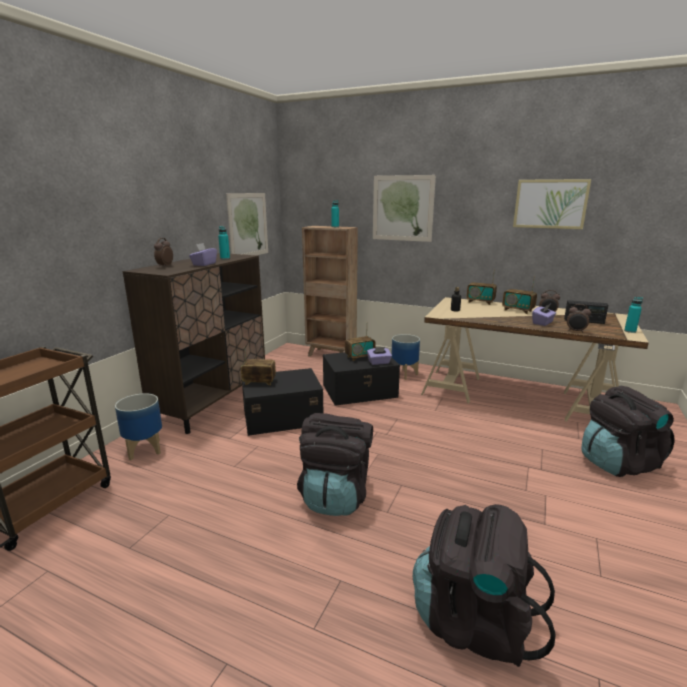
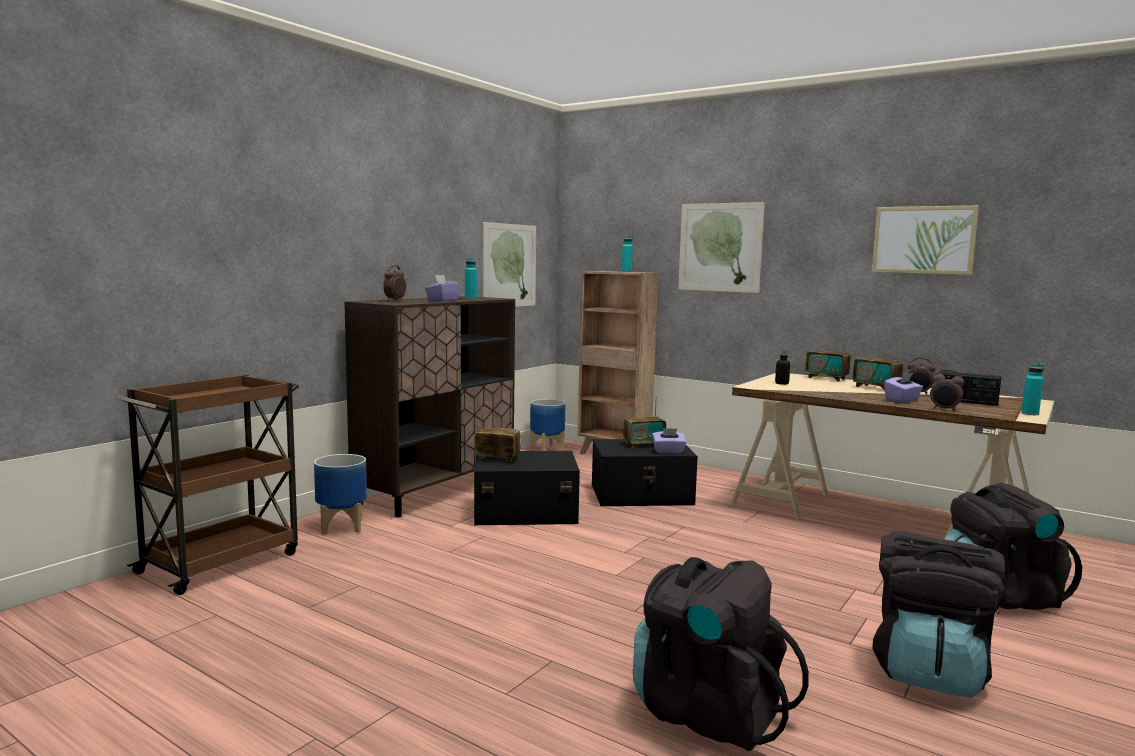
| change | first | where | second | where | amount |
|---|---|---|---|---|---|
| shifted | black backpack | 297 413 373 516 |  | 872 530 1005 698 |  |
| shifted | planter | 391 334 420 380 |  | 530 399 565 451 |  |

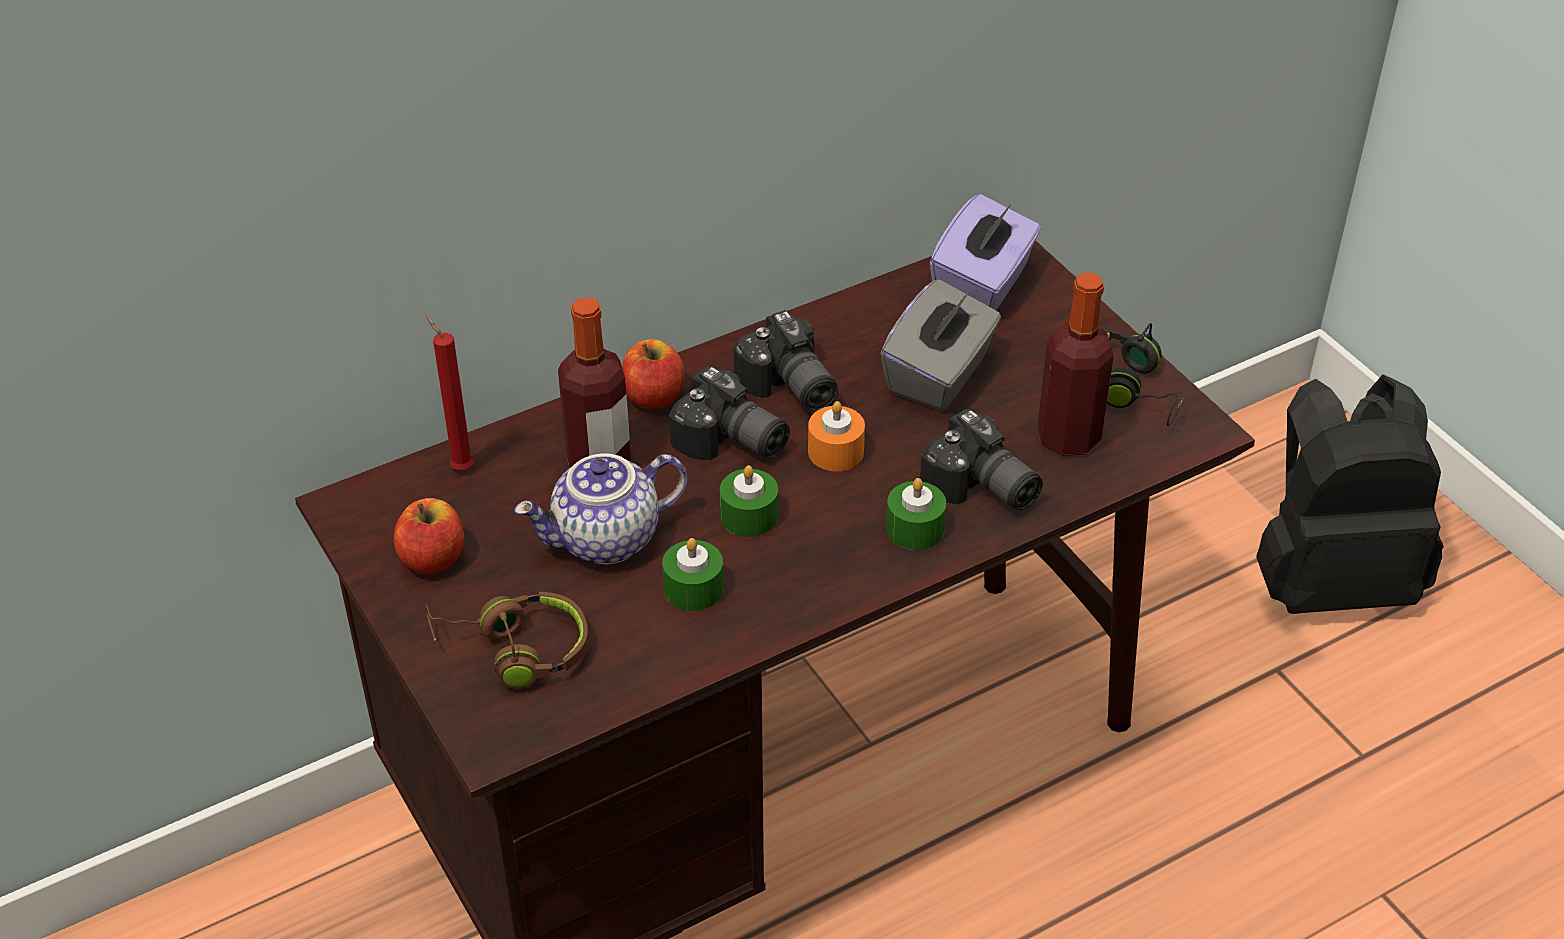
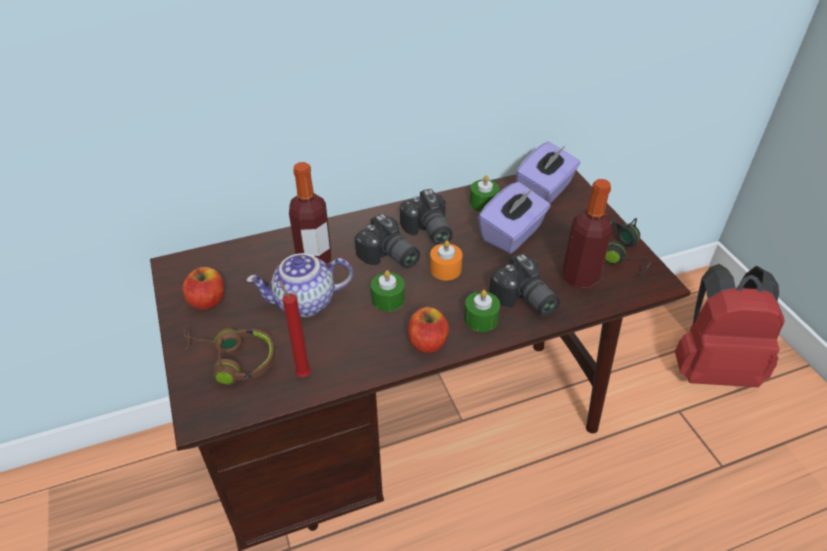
| change | first | where | second | where | amount |
|---|---|---|---|---|---|
| shifted | red candle | 426 315 474 470 |  | 279 280 311 377 |  |
| shifted | apple | 622 339 685 409 |  | 407 307 449 353 |  |
| shifted | green candle | 662 538 724 611 |  | 470 175 500 212 |  |
| repainted | grey tissue box | 880 279 1001 411 | purple tissue box | 478 182 551 254 |  |
| repainted | black backpack | 1256 374 1444 614 | red backpack | 675 264 785 387 |  |

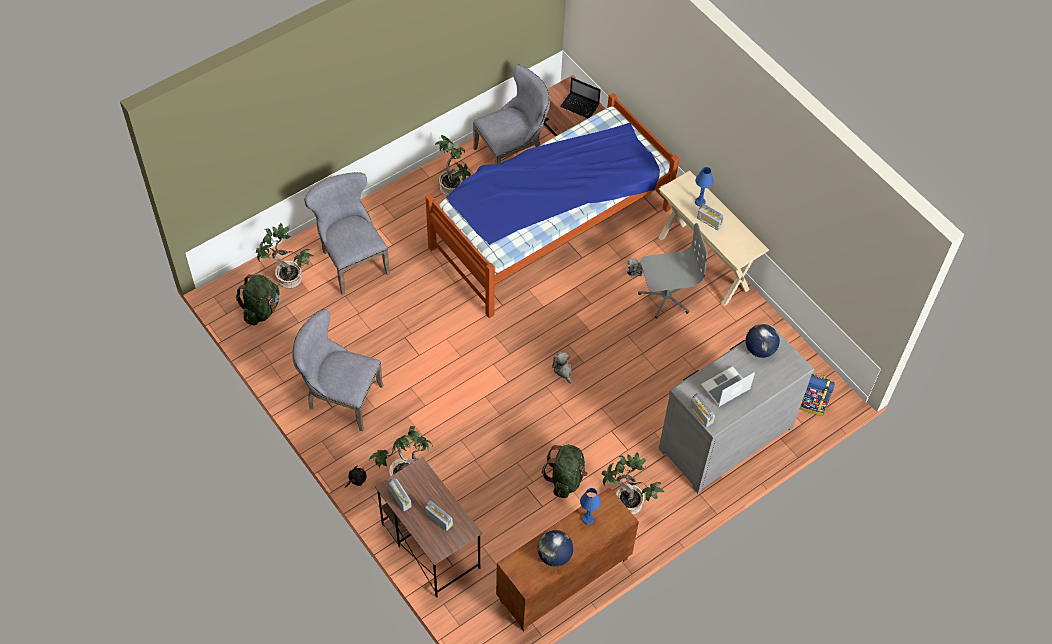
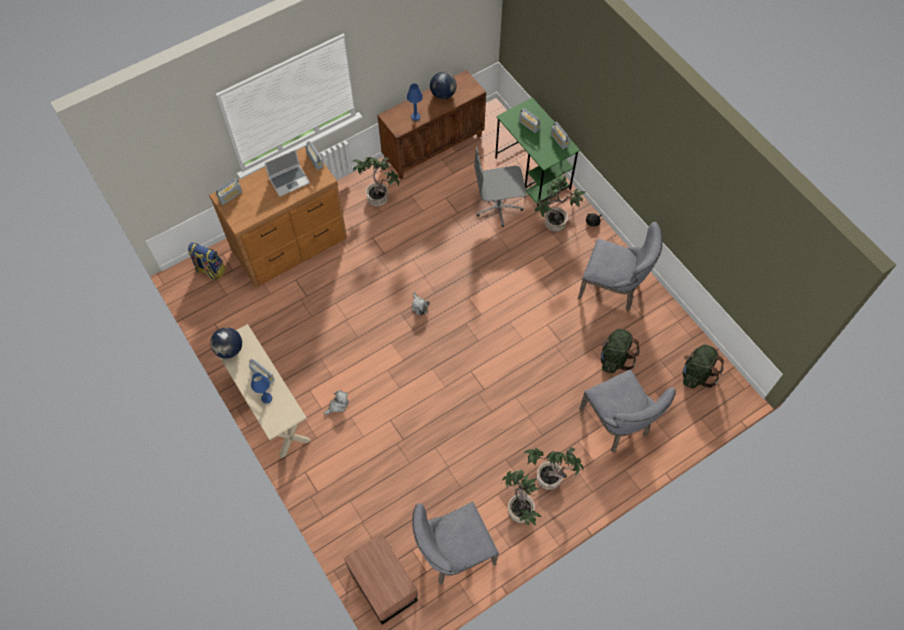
| change | first | where | second | where | amount |
|---|---|---|---|---|---|
| shifted | potted plant | 256 223 313 289 |  | 523 447 583 490 |  |
| repainted | brown desk | 375 457 482 598 | green desk | 495 98 580 207 |  |
| gone | bed | 426 93 680 318 |  |  |  |
| shifted | green backpack | 541 445 588 498 |  | 600 329 640 374 |  |
| gone | laptop | 560 77 600 118 |  |  |  |
| shifted | grey office chair | 638 223 708 319 |  | 474 147 527 227 |  |
| repainted | grey dresser | 659 325 814 493 | brown dresser | 209 147 347 288 |  |
| shifted | globe | 745 324 780 358 |  | 210 327 242 359 |  |
| new |  |  | radio | 216 178 242 205 |  |

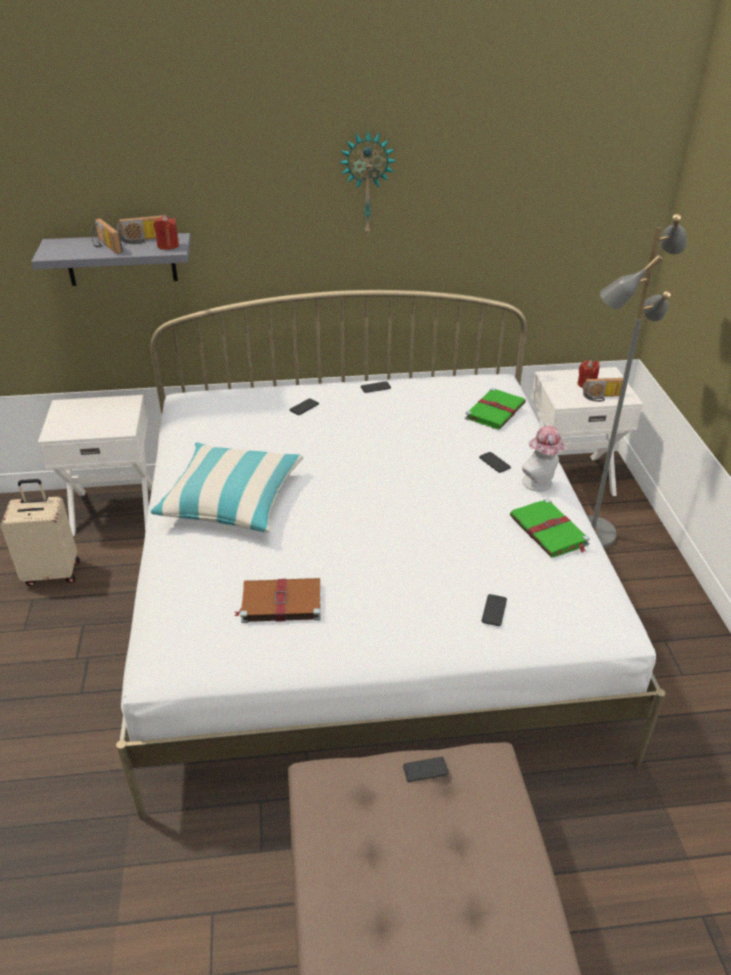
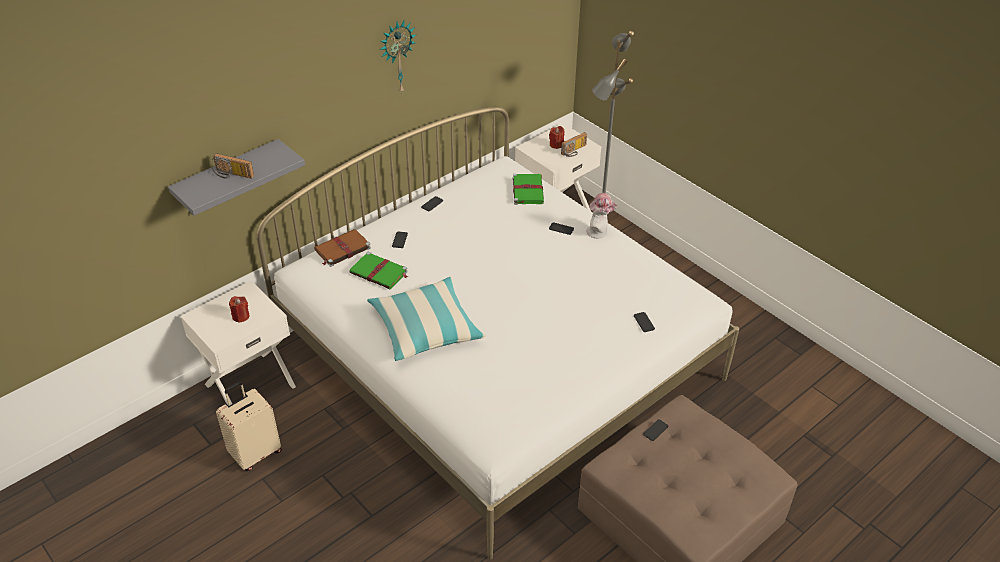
| change | first | where | second | where | amount |
|---|---|---|---|---|---|
| gone | radio | 117 215 164 244 |  |  |  |
| shifted | red candle | 154 215 179 250 |  | 229 296 250 323 |  |
| shifted | brown book | 234 578 321 623 |  | 314 229 371 267 |  |
| shifted | green book | 510 498 590 557 |  | 349 252 408 289 |  |

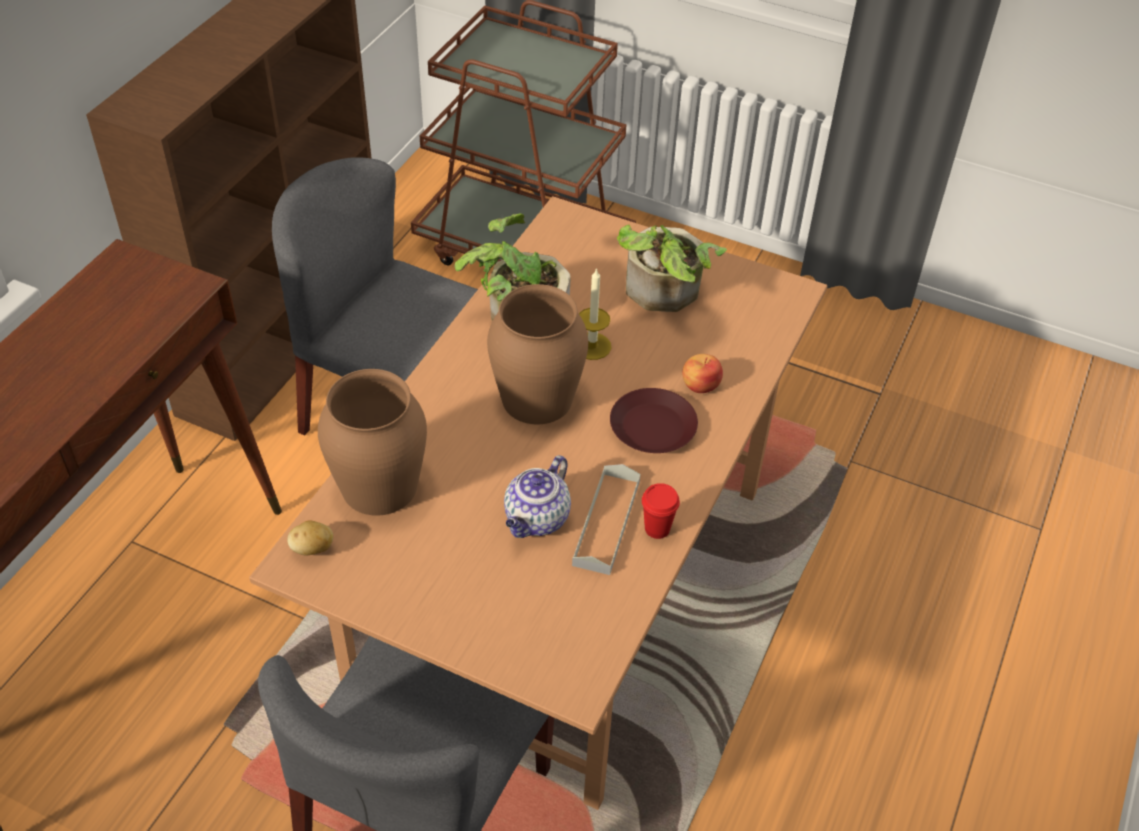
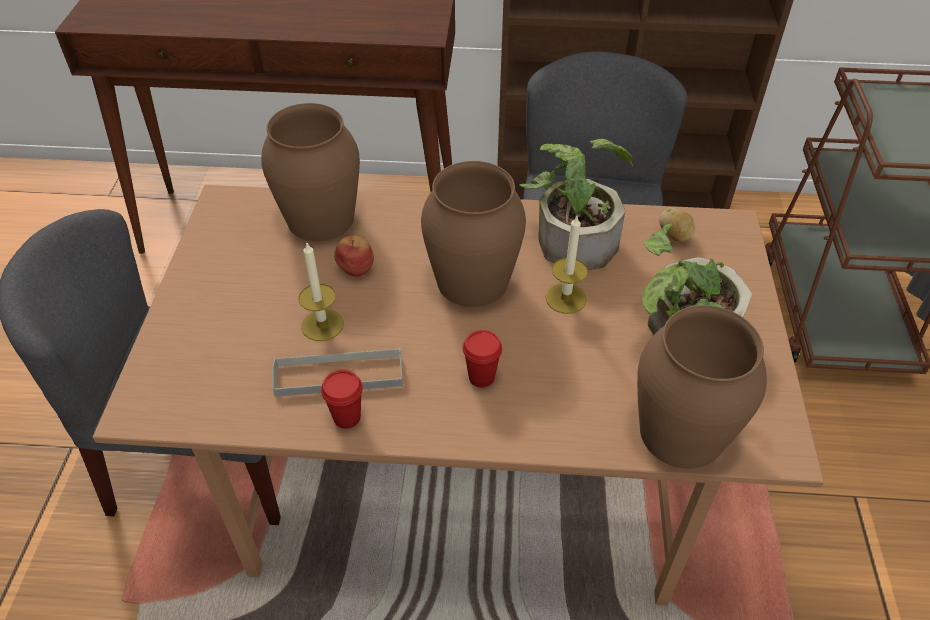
| change | first | where | second | where | amount |
|---|---|---|---|---|---|
| shifted | potato | 287 520 333 555 |  | 659 207 695 242 |  |
| swapped | teapot | 504 455 571 538 | candle | 298 241 344 341 |  |
| swapped | brown plate | 610 388 698 453 | red cup | 463 330 502 387 |  |
| shifted | apple | 682 354 723 393 |  | 334 235 374 277 |  |
| new |  |  | brown vase | 637 305 767 469 |  |

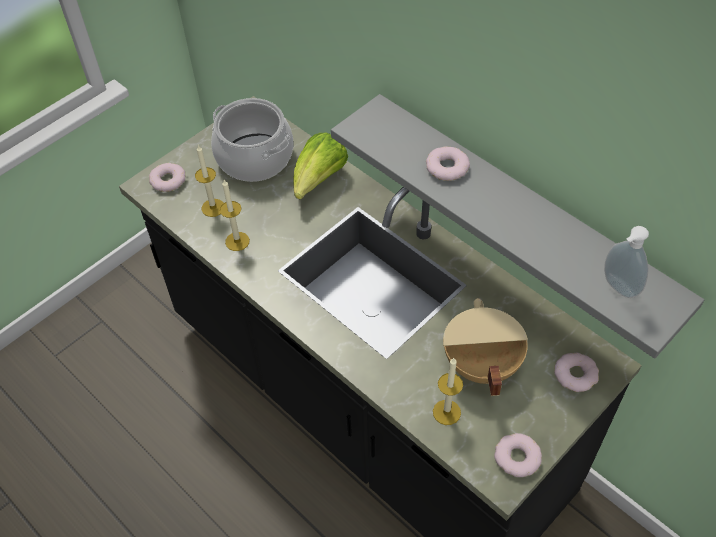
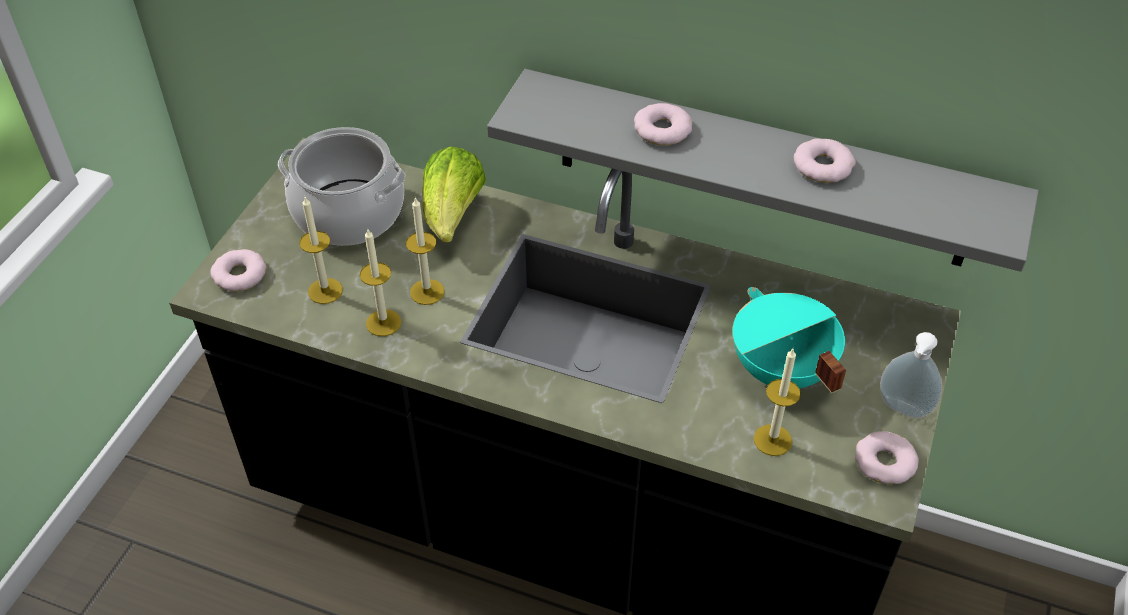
| change | first | where | second | where | amount |
|---|---|---|---|---|---|
| repainted | beige cooking pot | 443 298 528 396 | turquoise cooking pot | 732 287 846 393 |  |
| shifted | donut | 554 353 599 392 |  | 794 138 856 183 |  |
| shifted | soap dispenser | 604 226 649 298 |  | 880 332 942 418 |  |
| new |  |  | candle | 406 197 444 305 |  |

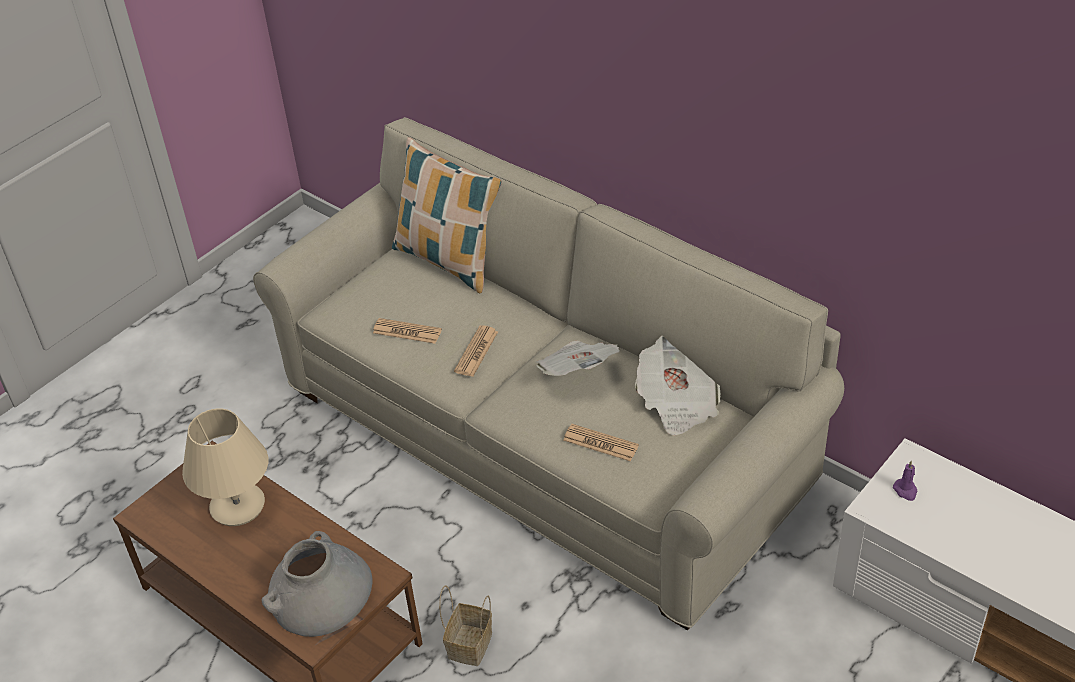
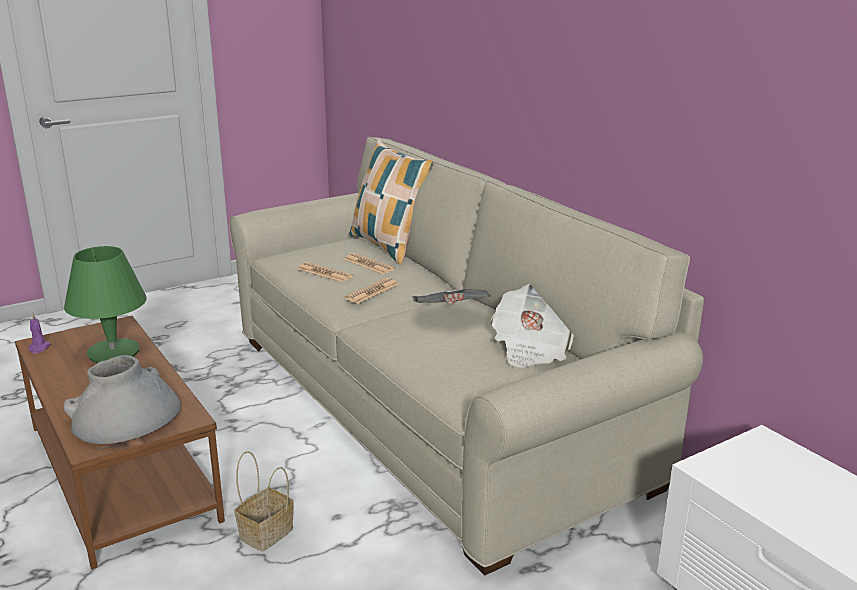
| change | first | where | second | where | amount |
|---|---|---|---|---|---|
| repainted | beige table lamp | 182 408 268 526 | green table lamp | 64 246 147 363 |  |
| shifted | newspaper | 563 424 639 461 |  | 344 253 395 274 |  |
| shifted | purple candle | 893 461 918 501 |  | 28 313 51 354 |  |

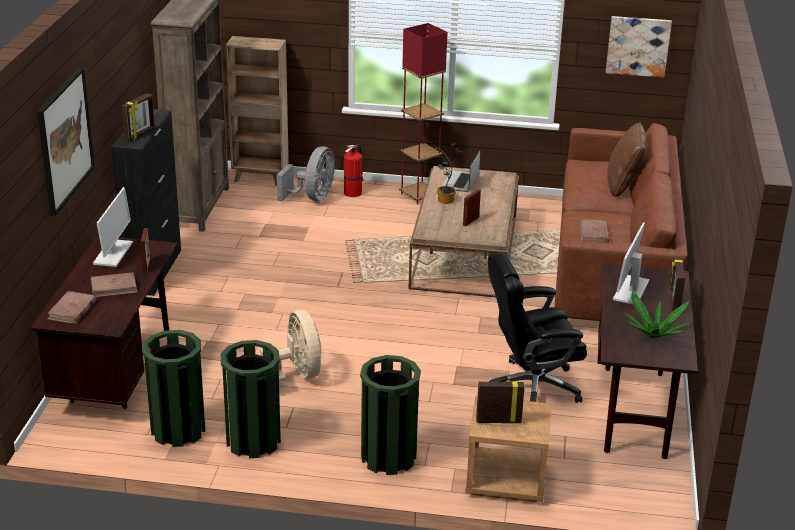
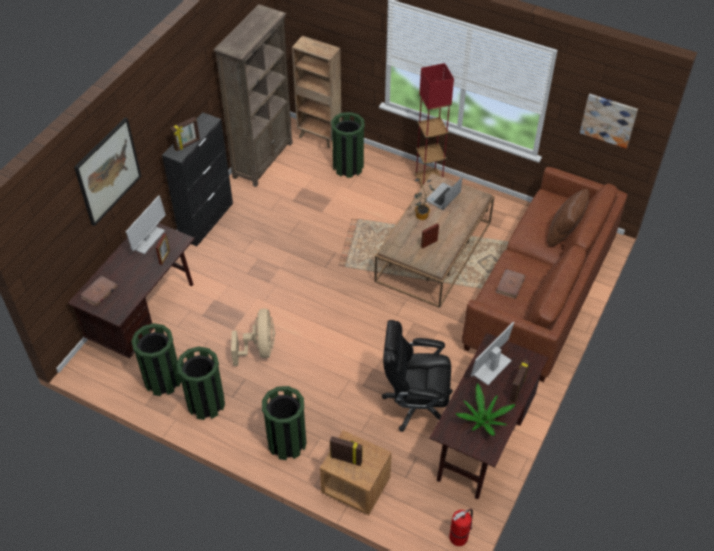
| change | first | where | second | where | amount |
|---|---|---|---|---|---|
| gone | brown book | 91 272 138 297 |  |  |  |
| swapped | grey fan | 277 146 335 202 | green trash can | 331 112 365 178 |  |
| shifted | fire extinguisher | 344 145 364 197 |  | 449 508 473 546 |  |

